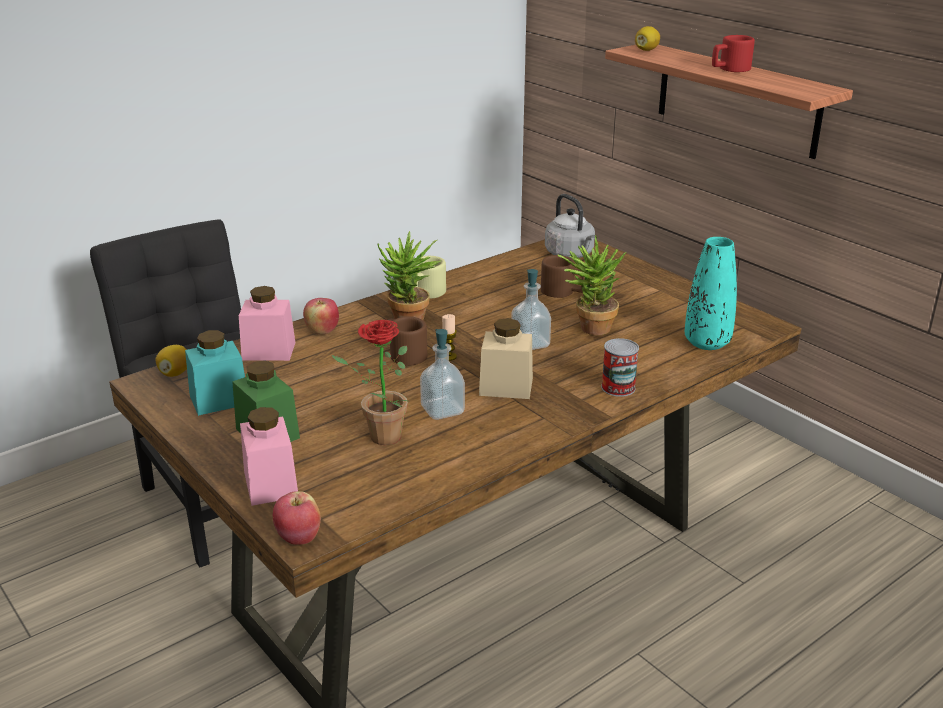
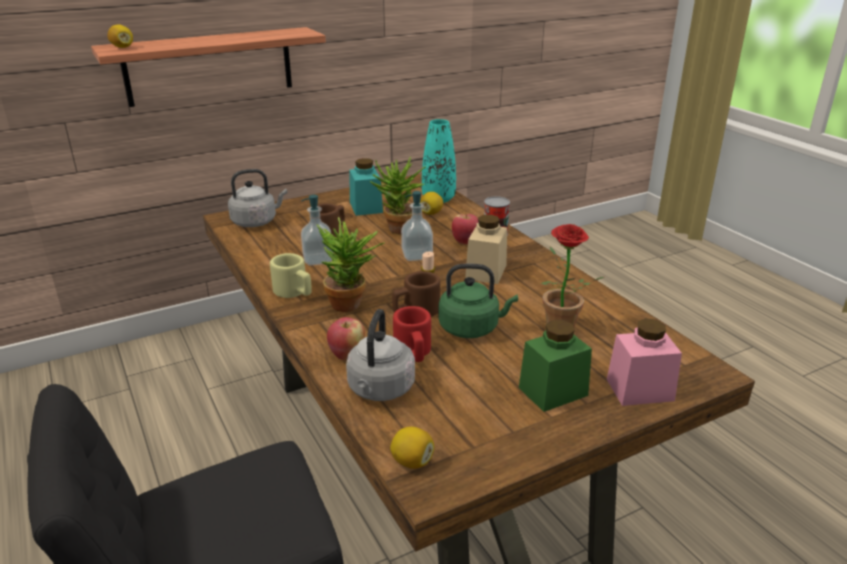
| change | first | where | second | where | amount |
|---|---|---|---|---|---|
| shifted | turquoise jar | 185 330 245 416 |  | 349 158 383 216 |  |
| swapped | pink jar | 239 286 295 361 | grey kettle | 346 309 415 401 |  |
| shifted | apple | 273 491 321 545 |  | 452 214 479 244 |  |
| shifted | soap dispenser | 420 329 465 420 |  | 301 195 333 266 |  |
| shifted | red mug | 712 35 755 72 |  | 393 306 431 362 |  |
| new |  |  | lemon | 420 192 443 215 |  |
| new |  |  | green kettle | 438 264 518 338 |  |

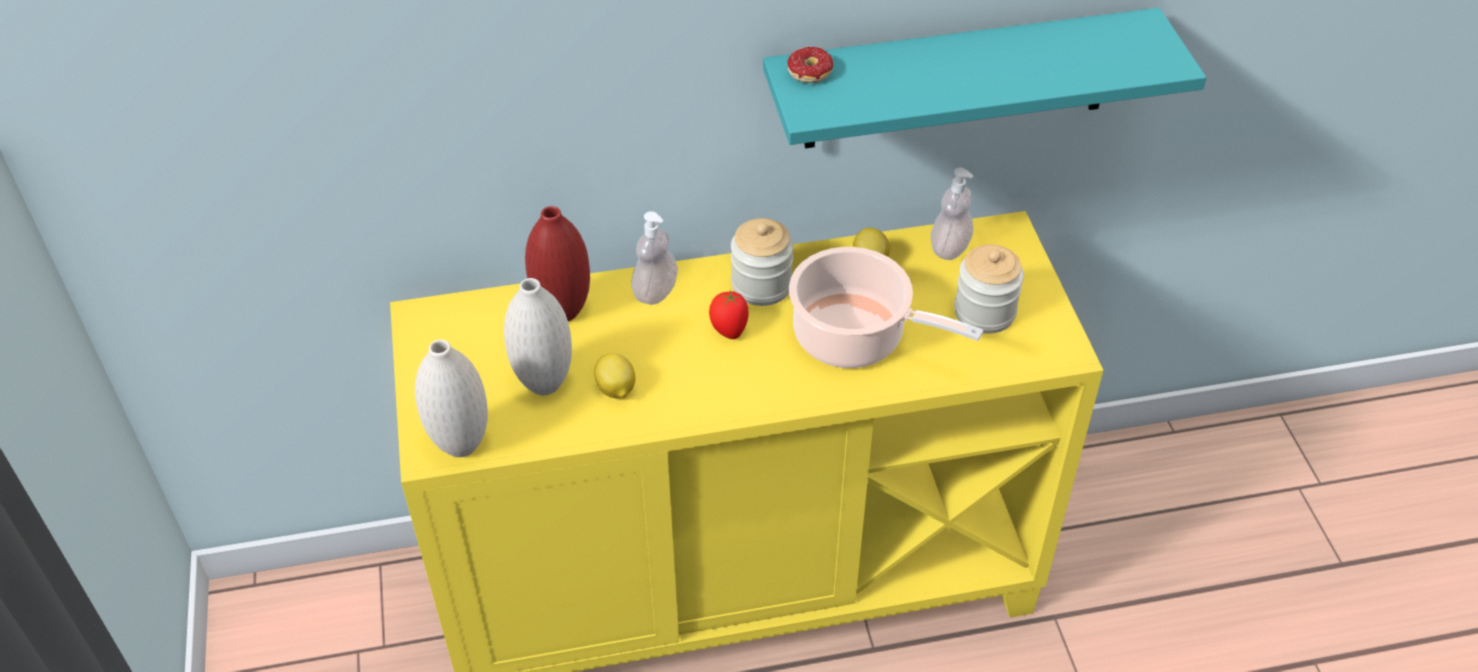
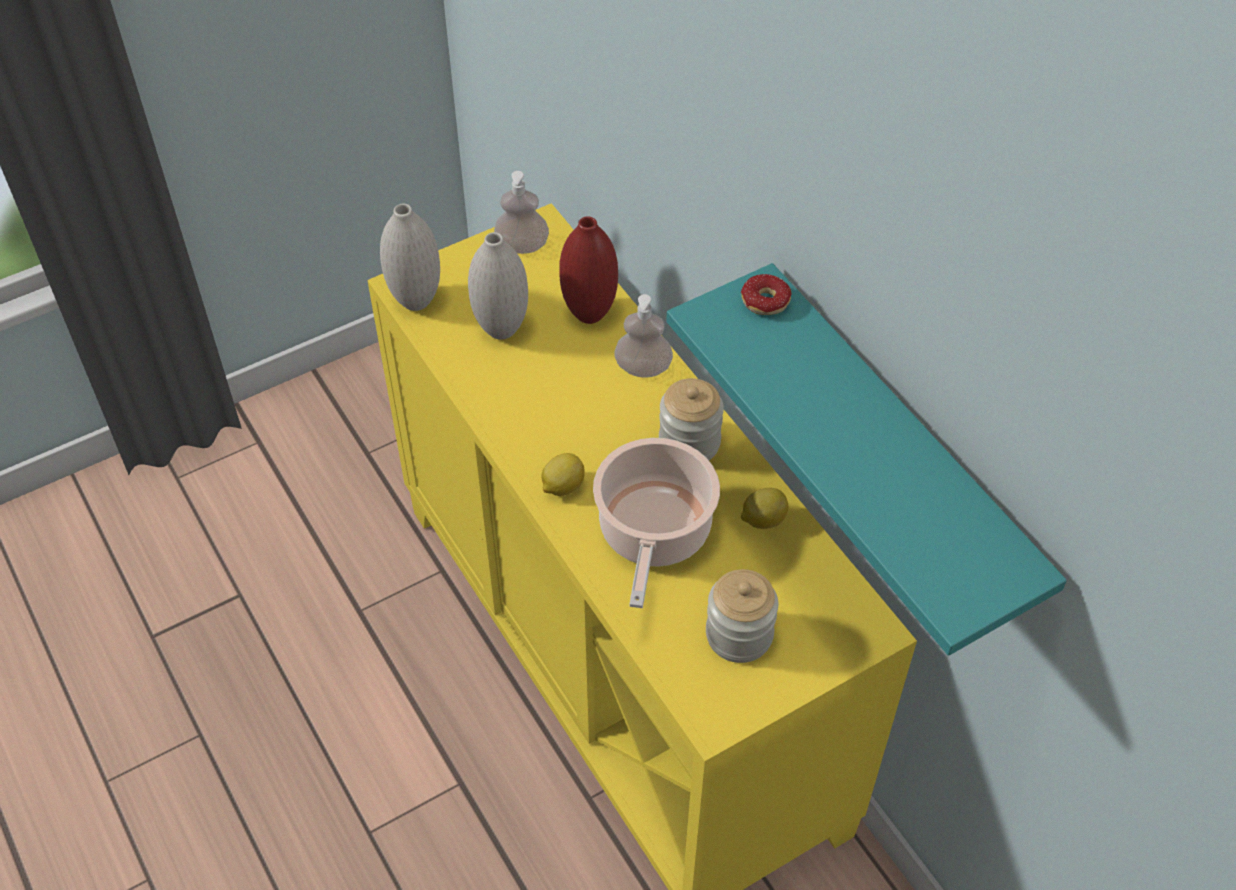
| change | first | where | second | where | amount |
|---|---|---|---|---|---|
| shifted | lemon | 594 353 635 398 |  | 541 453 585 496 |  |
| gone | tomato | 709 290 749 339 |  |  |  |
| shifted | soap dispenser | 931 168 973 260 |  | 494 171 549 254 |  |

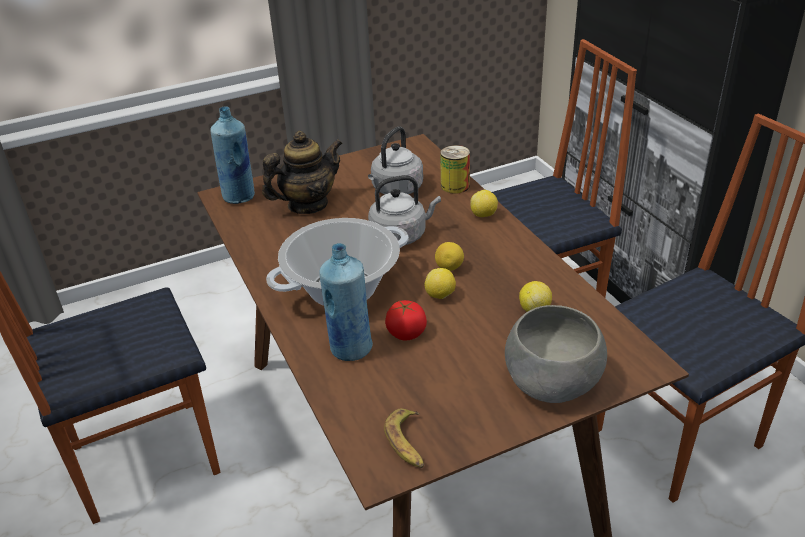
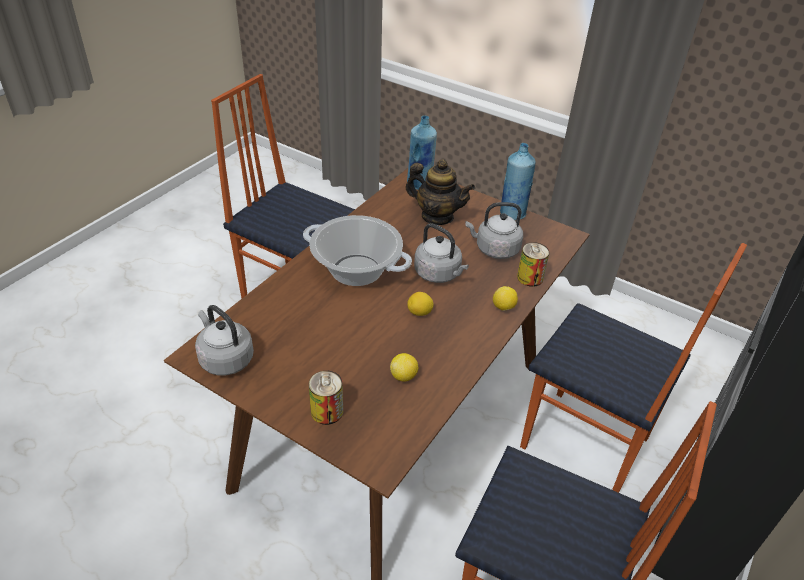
| change | first | where | second | where | amount |
|---|---|---|---|---|---|
| shifted | blue bottle | 319 243 373 361 |  | 500 143 535 221 |  |
| swapped | banana | 384 408 424 468 | grey kettle | 195 305 254 375 |  |
| gone | tomato | 385 300 427 341 |  |  |  |
| gone | lemon | 424 268 456 299 |  |  |  |
| swapped | grey bowl | 505 305 607 403 | can | 309 371 343 425 |  |

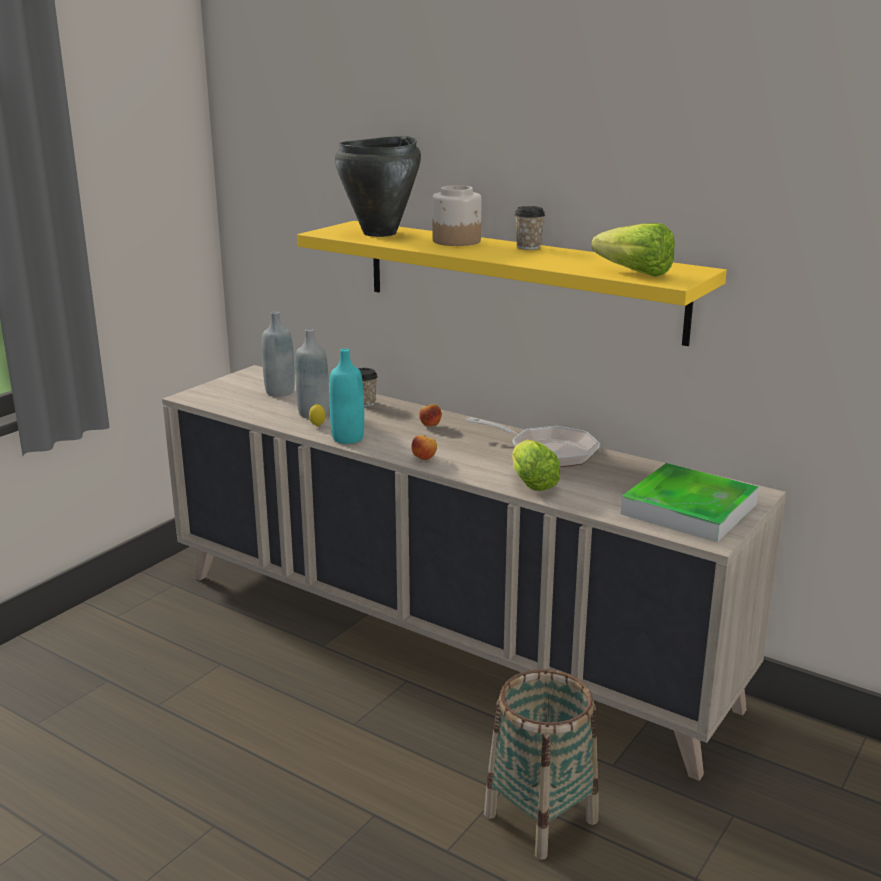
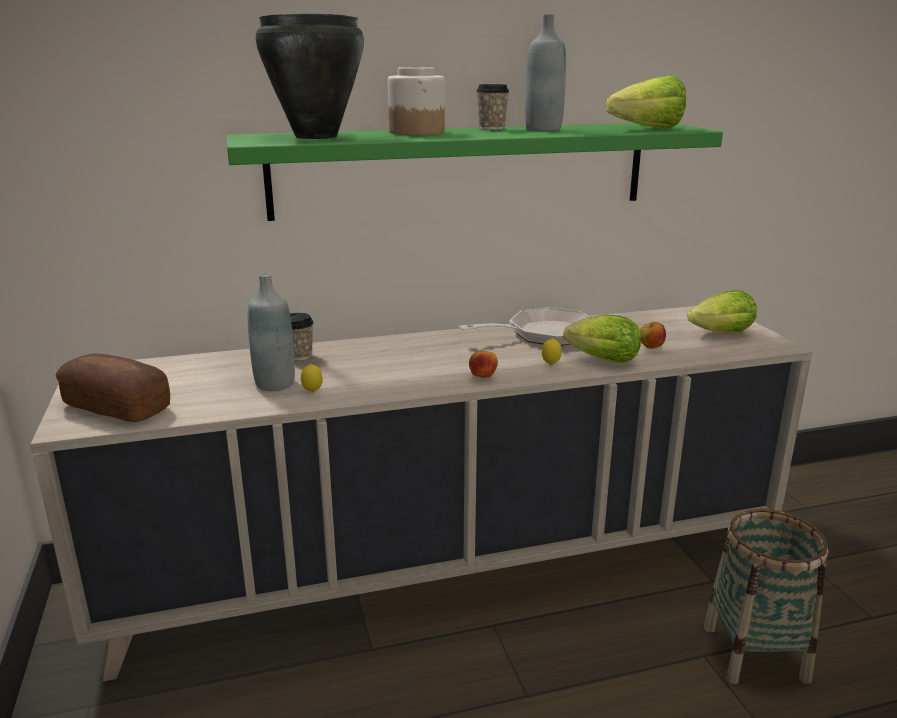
| change | first | where | second | where | amount |
|---|---|---|---|---|---|
| shifted | grey bottle | 262 311 295 397 |  | 525 14 566 131 |  |
| repainted | yellow shelf | 297 221 727 346 | green shelf | 226 123 723 221 |  |
| gone | turquoise bottle | 329 349 364 444 |  |  |  |
| shifted | apple | 419 404 442 427 |  | 640 322 666 349 |  |
| swapped | tray | 621 463 759 542 | lettuce | 687 290 757 333 |  |
| new |  |  | bread | 56 353 170 422 |  |
| new |  |  | lemon | 542 338 562 365 |  |

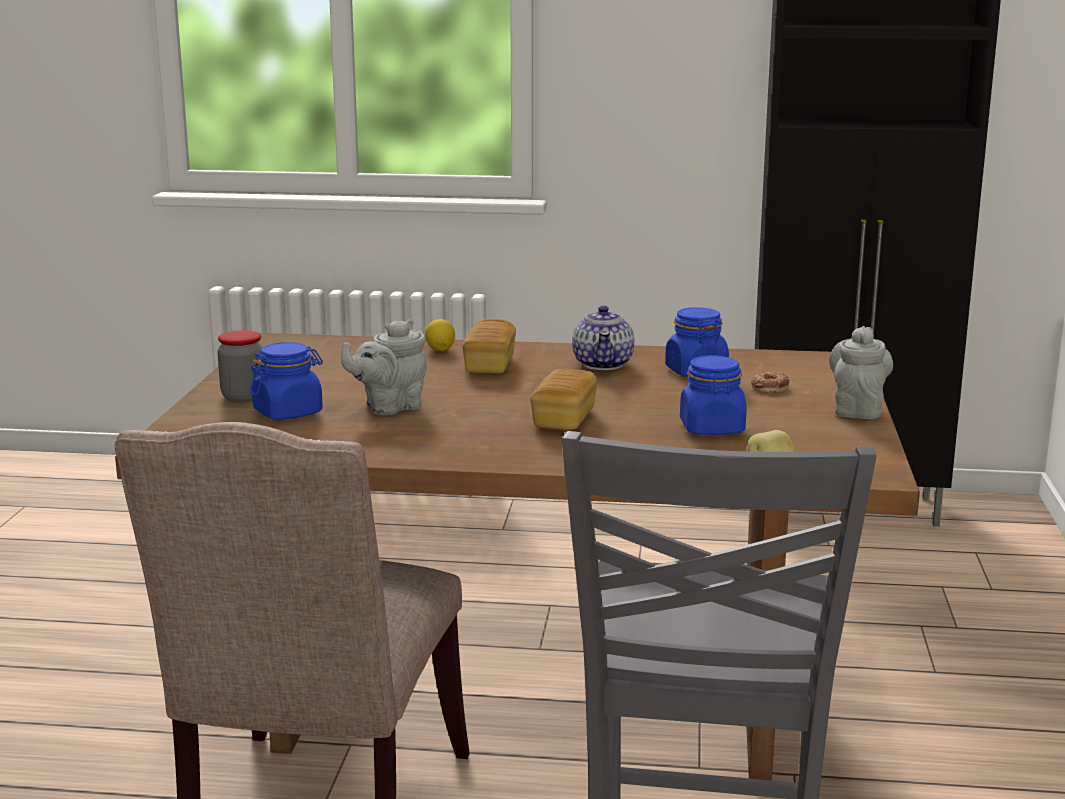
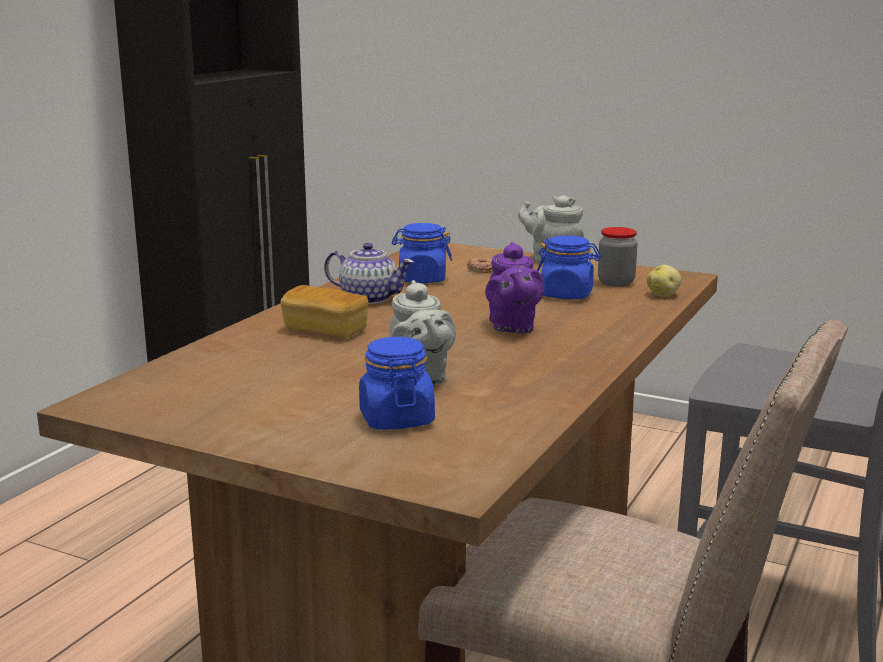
| change | first | where | second | where | amount |
|---|---|---|---|---|---|
| shifted | jar | 217 330 263 403 |  | 598 227 638 287 |  |
| gone | lemon | 425 319 455 351 |  |  |  |
| swapped | bread | 530 369 597 430 | purple teapot | 485 242 544 334 |  |

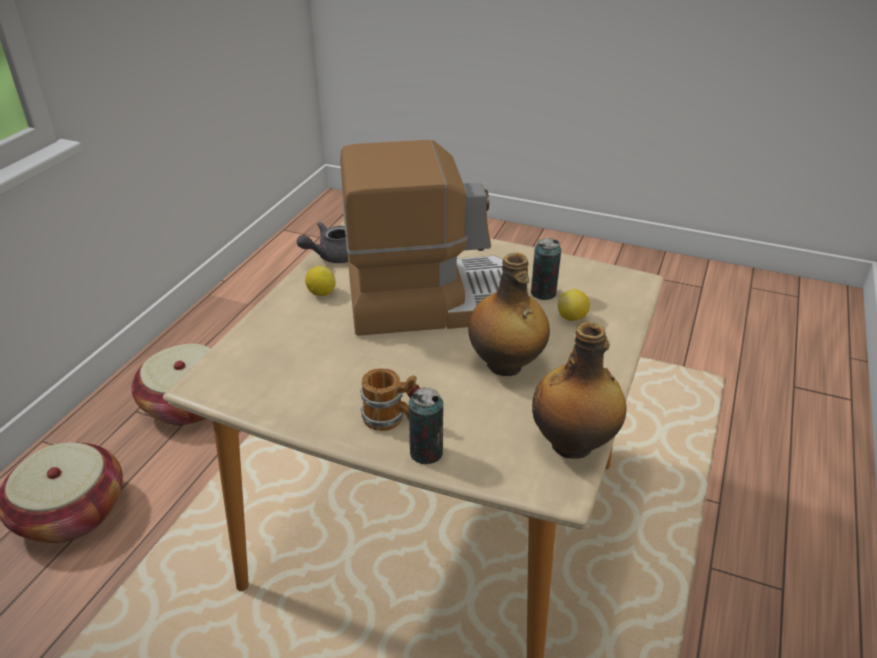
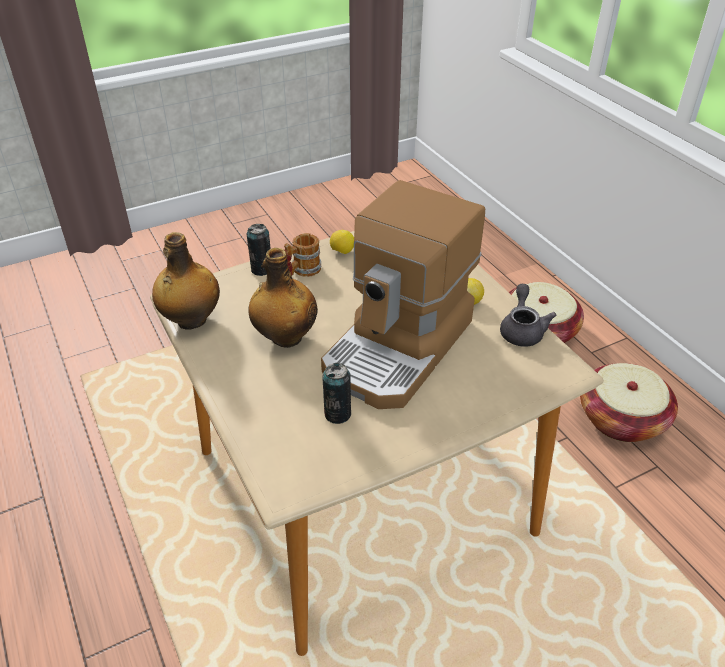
| change | first | where | second | where | amount |
|---|---|---|---|---|---|
| shifted | lemon | 558 289 590 321 |  | 330 230 354 254 |  |

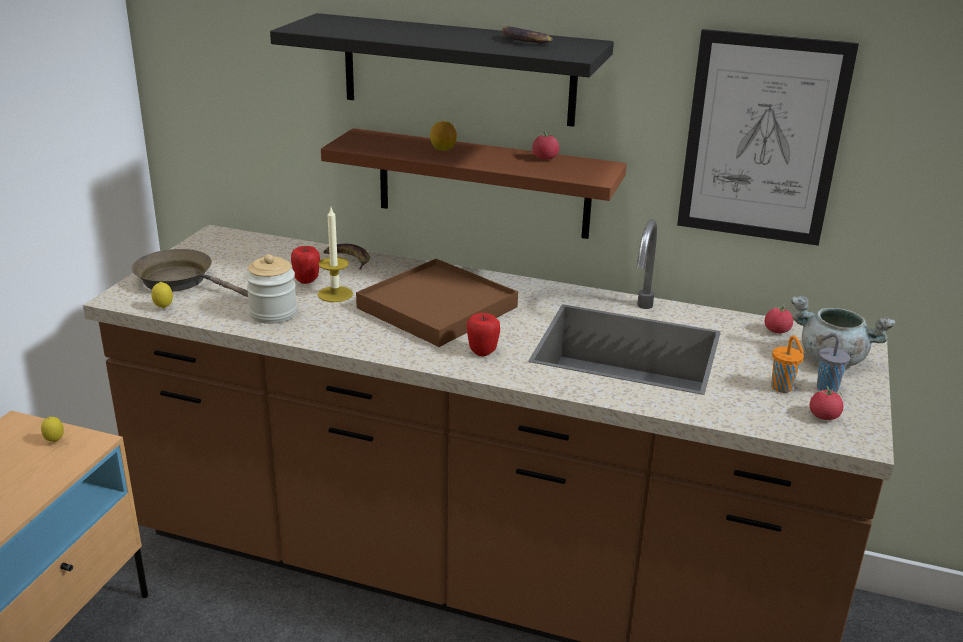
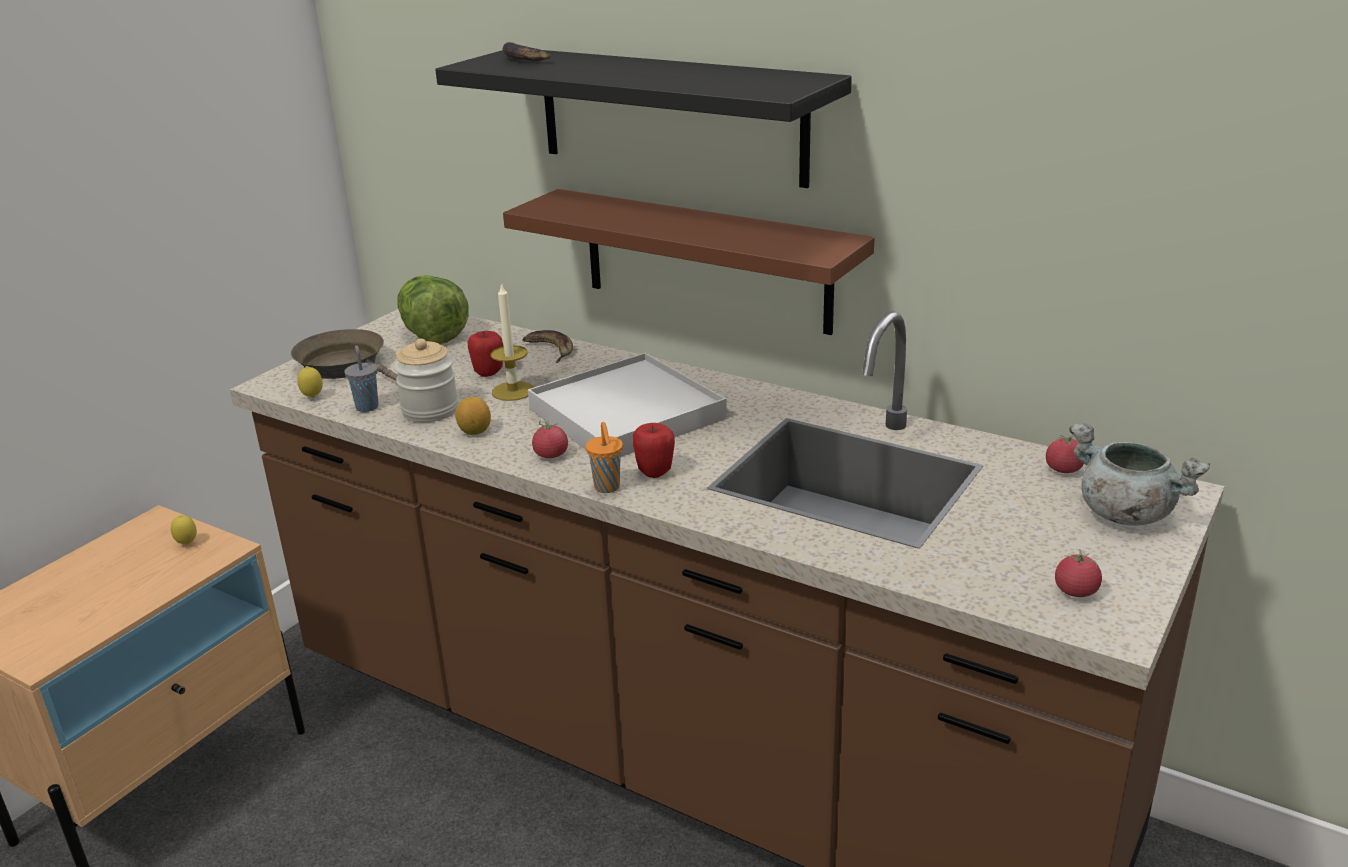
| change | first | where | second | where | amount |
|---|---|---|---|---|---|
| repainted | brown tray | 356 259 518 347 | white tray | 528 353 727 457 |  |
| shifted | lemon | 430 121 457 151 |  | 455 397 491 435 |  |
| shifted | banana | 501 26 553 43 |  | 503 42 551 61 |  |
| shifted | tomato | 532 131 559 160 |  | 532 419 568 458 |  |
| gone | picture | 677 29 859 246 |  |  |  |
| shifted | orange cup | 771 336 804 393 |  | 586 422 623 493 |  |
| shifted | grey cup | 817 333 850 393 |  | 344 345 379 412 |  |
| new |  |  | lettuce | 397 275 469 344 |  |

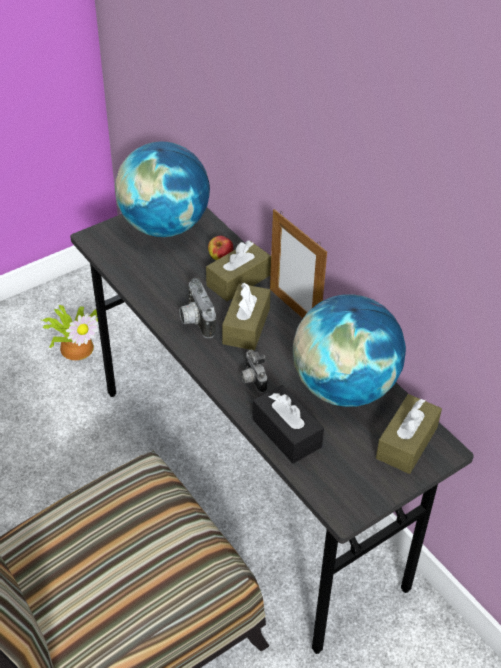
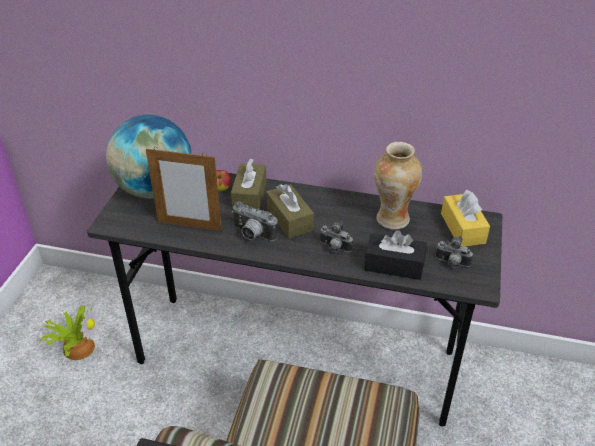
| change | first | where | second | where | amount |
|---|---|---|---|---|---|
| shifted | picture frame | 270 209 327 318 |  | 146 148 222 231 |  |
| swapped | globe | 293 294 406 407 | vase | 374 142 422 230 |  |
| repainted | brown tissue box | 376 394 442 474 | yellow tissue box | 441 190 490 246 |  |
| new |  |  | photo camera | 435 236 473 268 |  |

